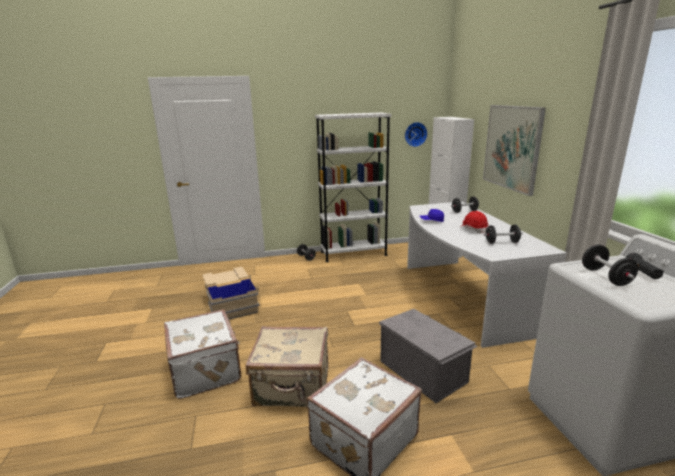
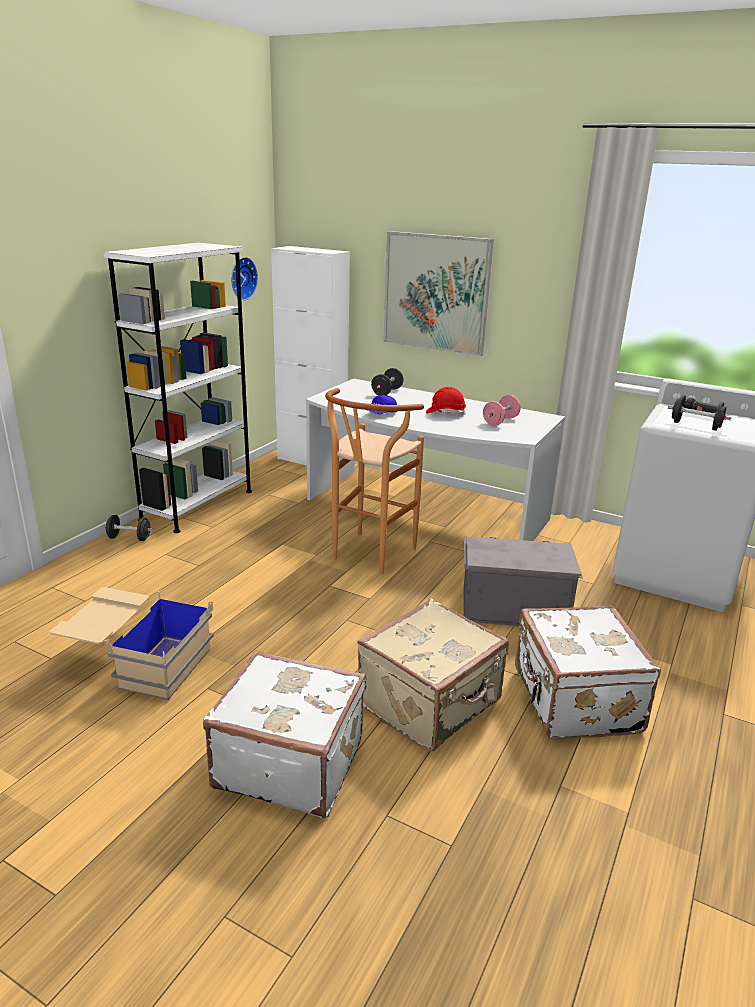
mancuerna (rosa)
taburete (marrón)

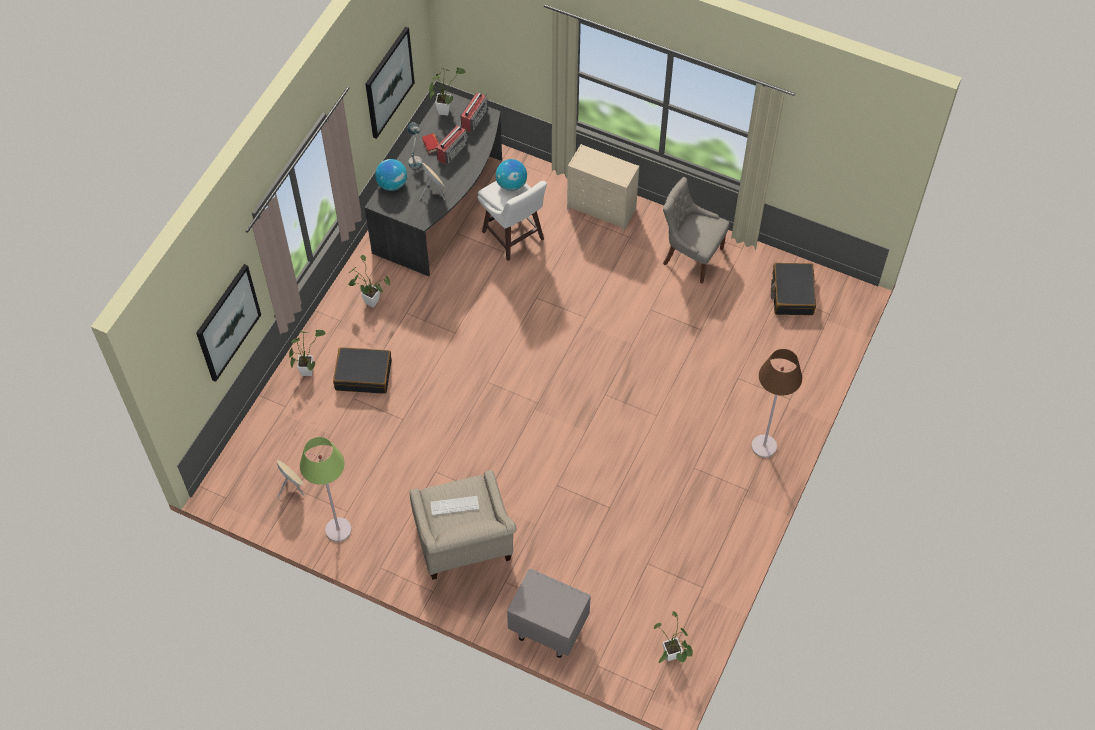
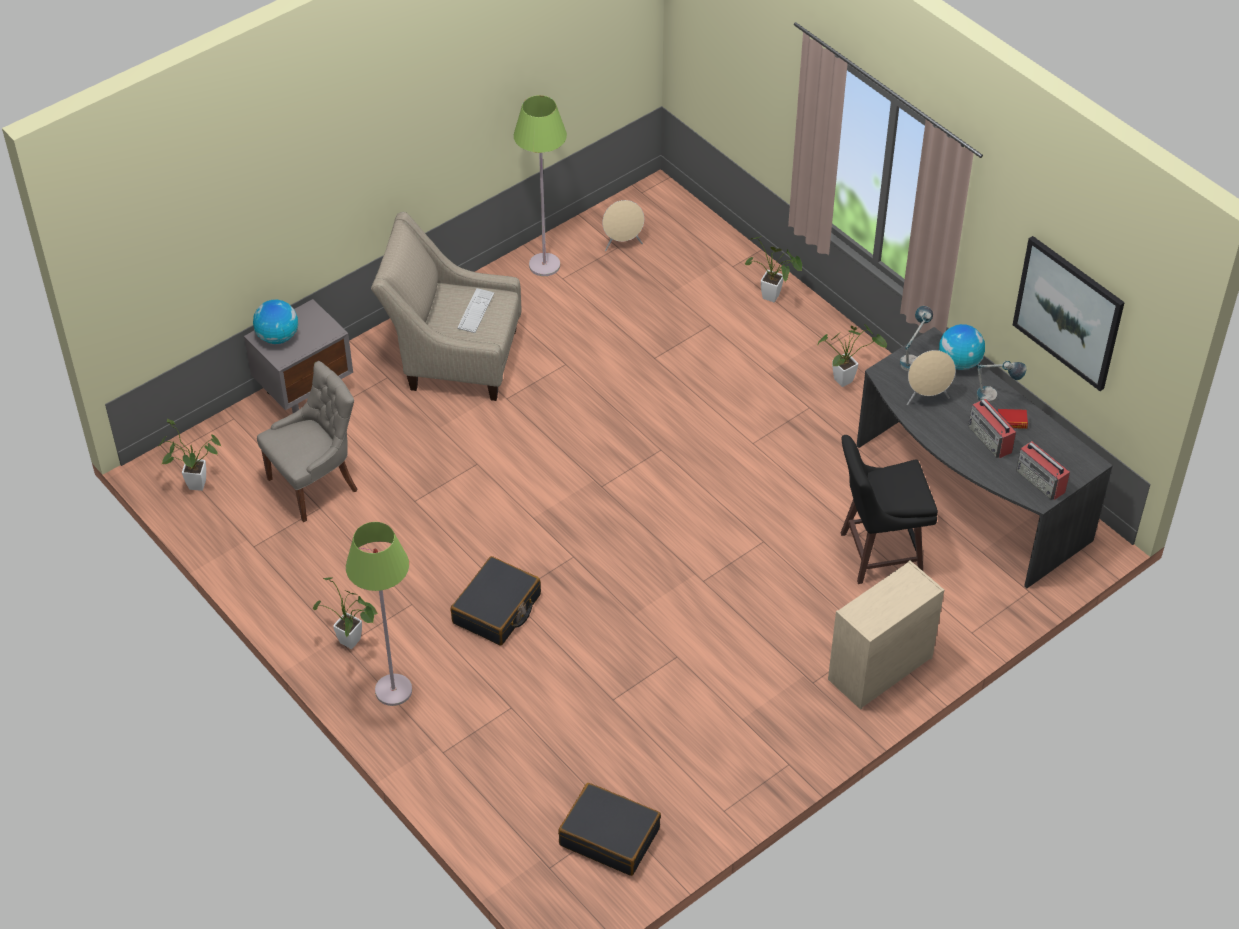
planta en maceta (no. 2 from left)
globo terráqueo (no. 1 from left)
silla (gris)
taburete (negro)
cuadro (no. 1 from left in the first image)
maleta (negro) (no. 1 from left)
lámpara de pie (verde) (no. 1 from left)
lámpara de mesa (no. 1 from left)

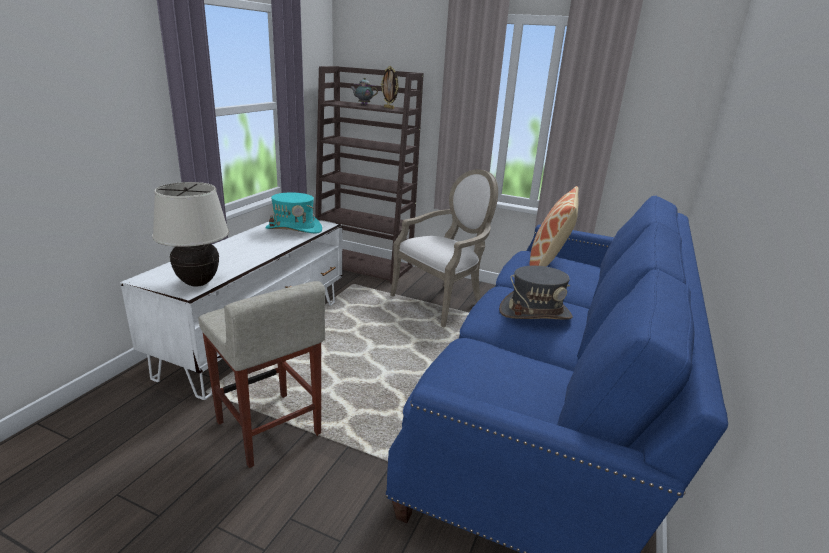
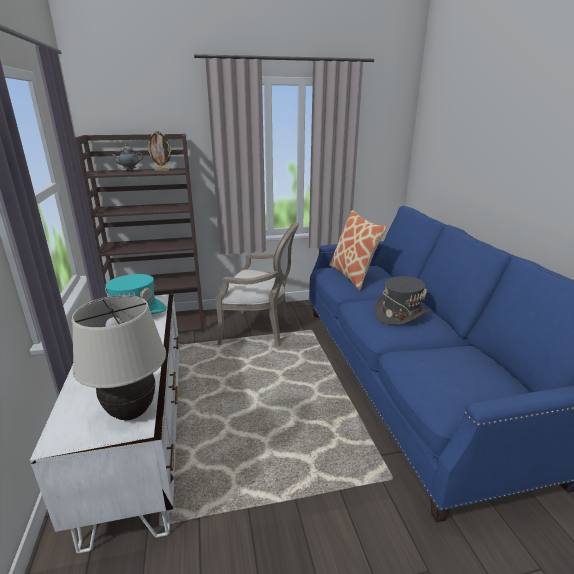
sillón
taburete (beis)

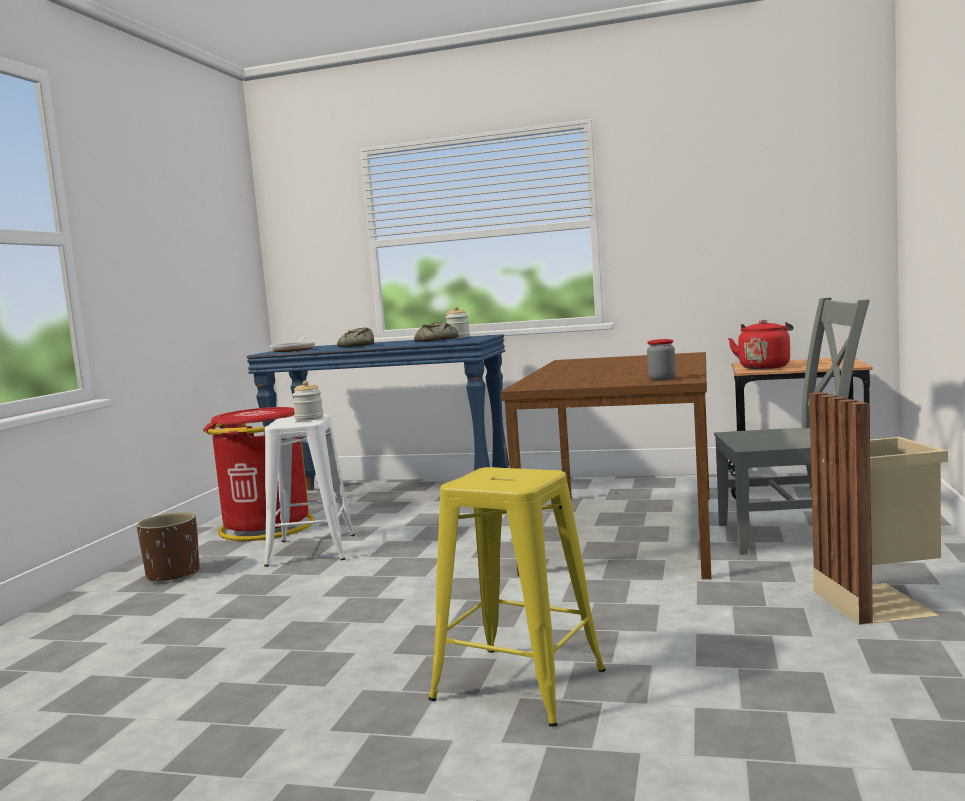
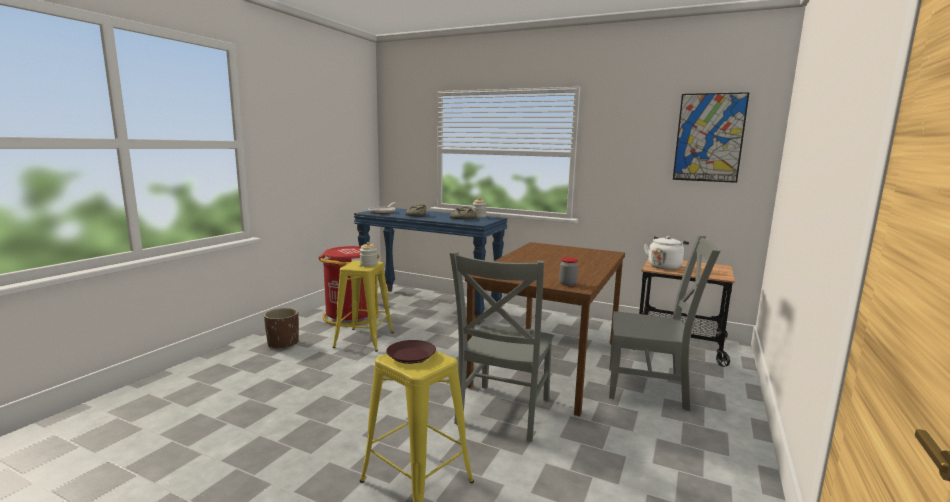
hervidor (blanco)
papelera (beis)
taburete (amarillo) (no. 1 from left)
cuadro
silla (gris) (no. 1 from left)
plato (marrón)

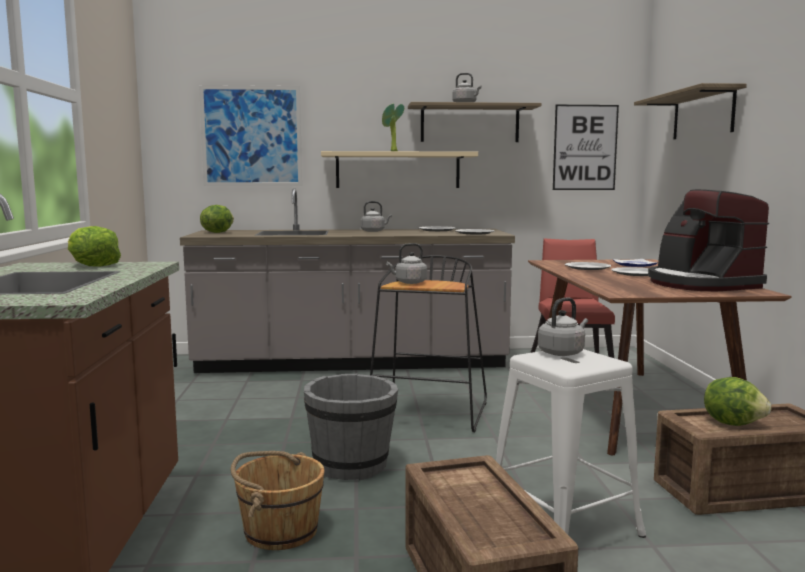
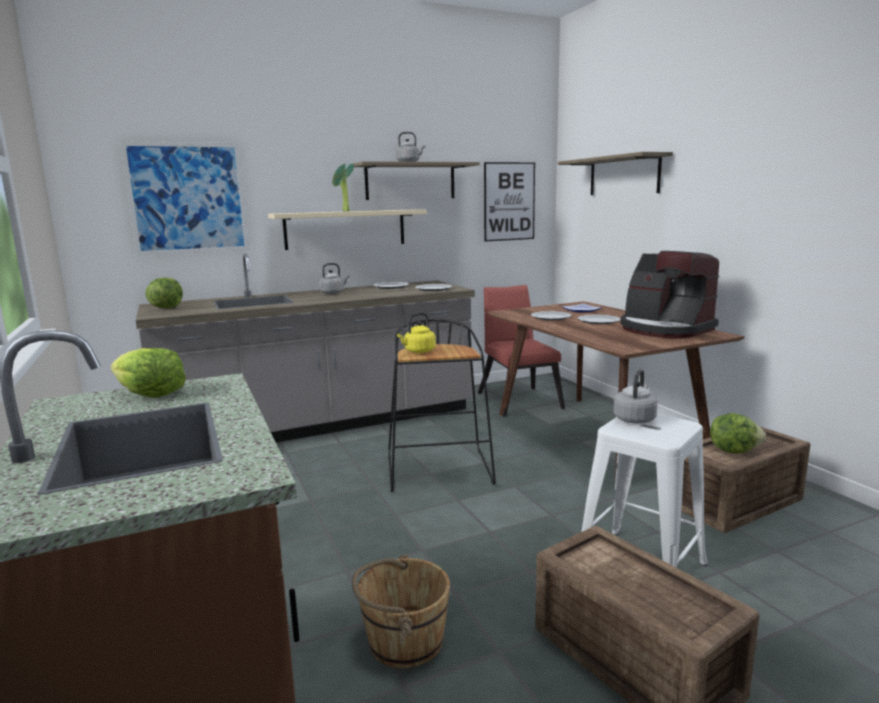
hervidor (amarillo)
cubo (gris)

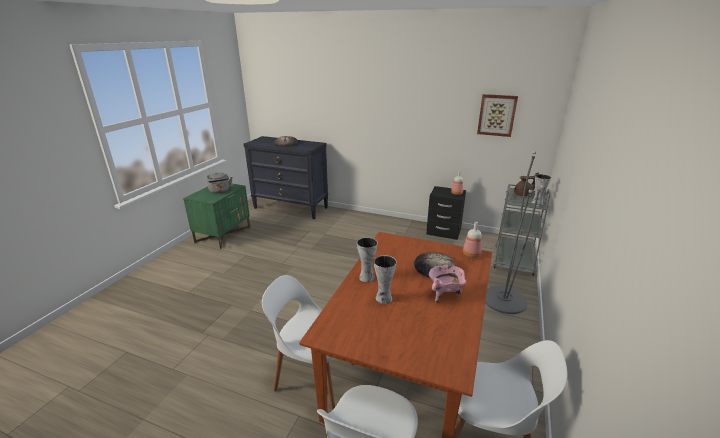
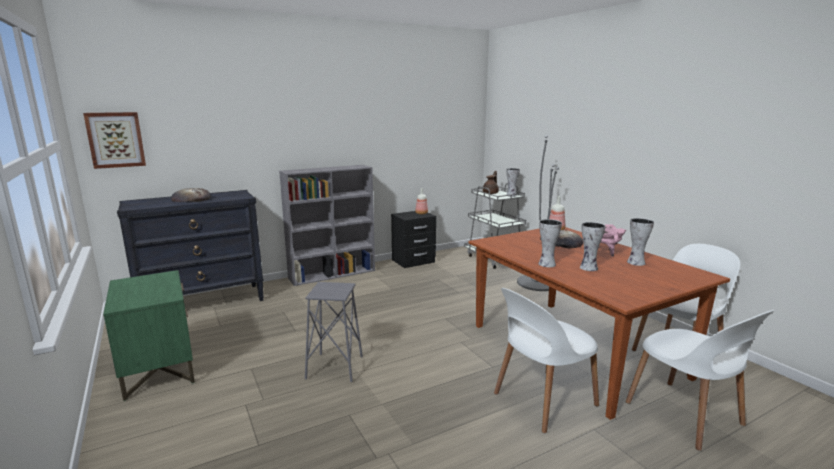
cuadro
hervidor (gris)
estantería (gris)
florero (no. 4 from left)
taburete (gris)

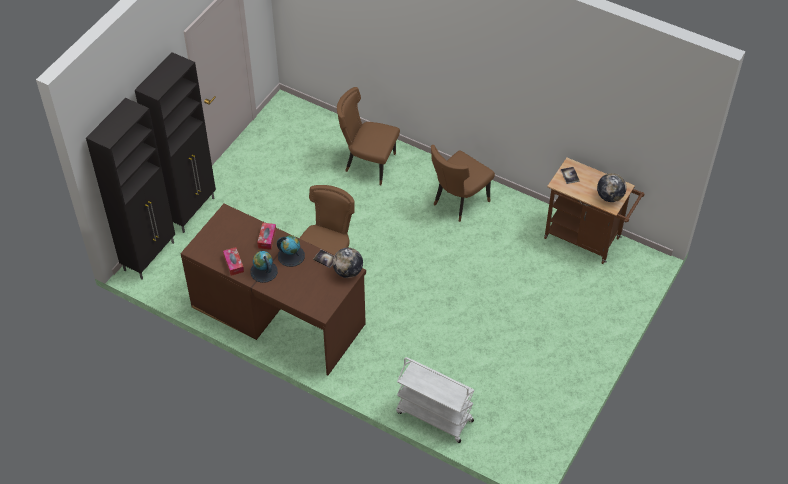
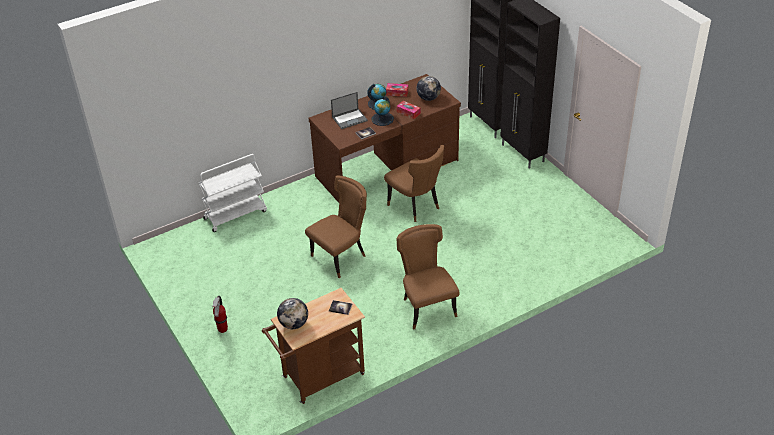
silla (marrón) (no. 1 from left)
globo terráqueo (no. 4 from left)
portátil
extintor

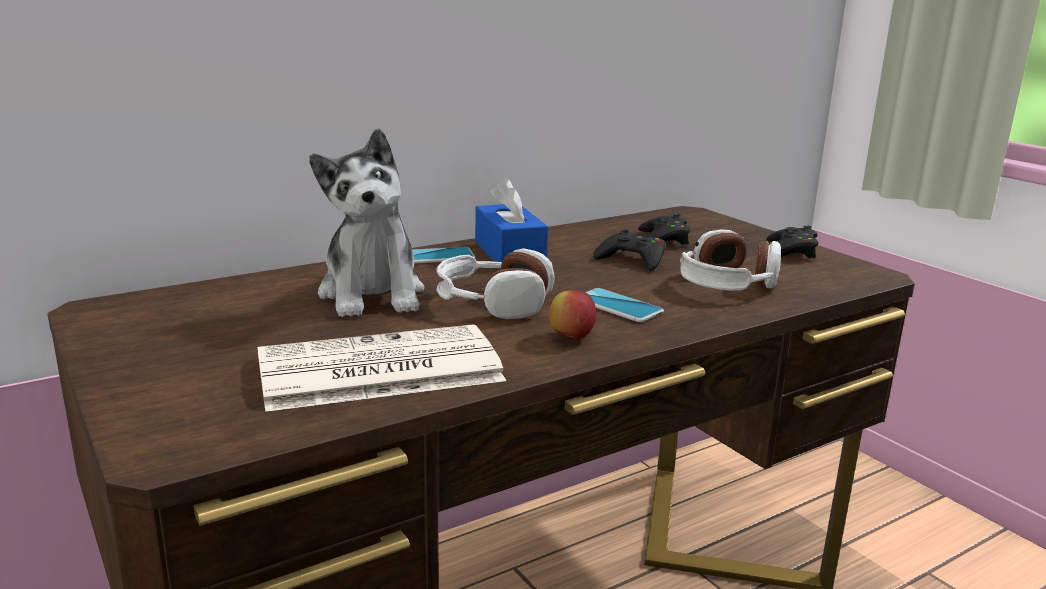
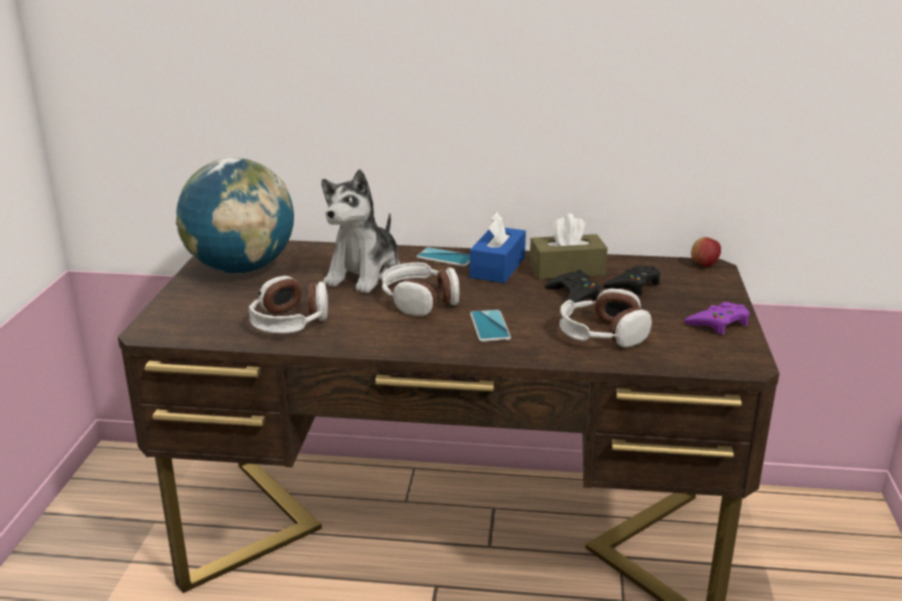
mando de consola (morado)
manzana
auriculares (no. 1 from left)
globo terráqueo
caja de pañuelos (marrón)

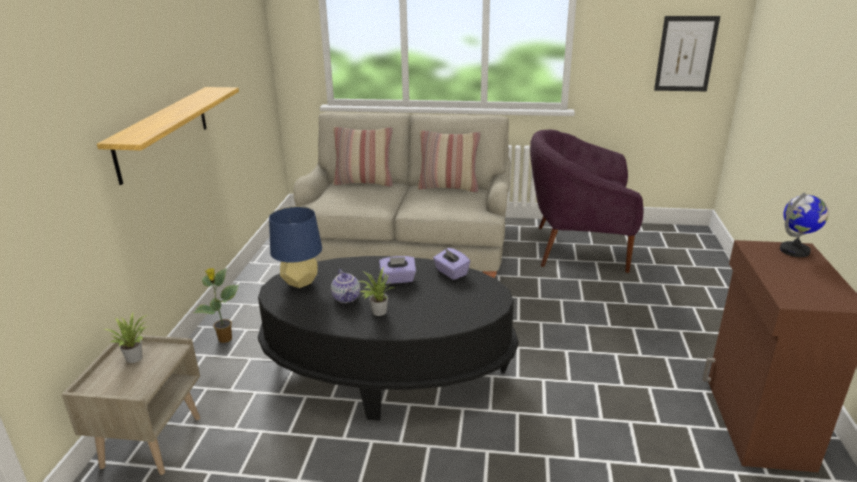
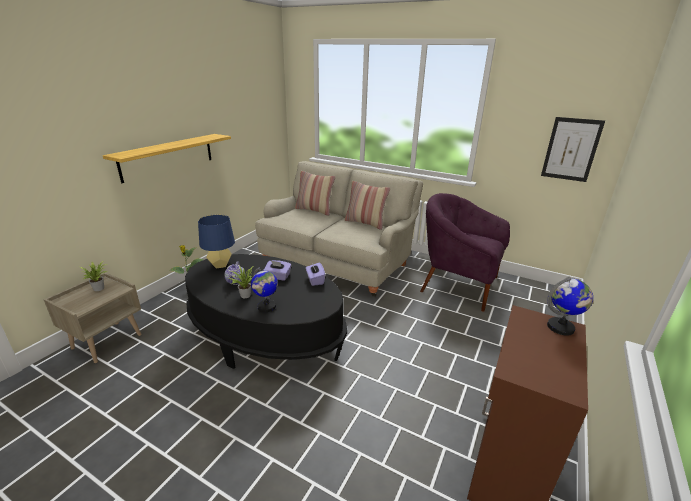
globo terráqueo (no. 1 from left)

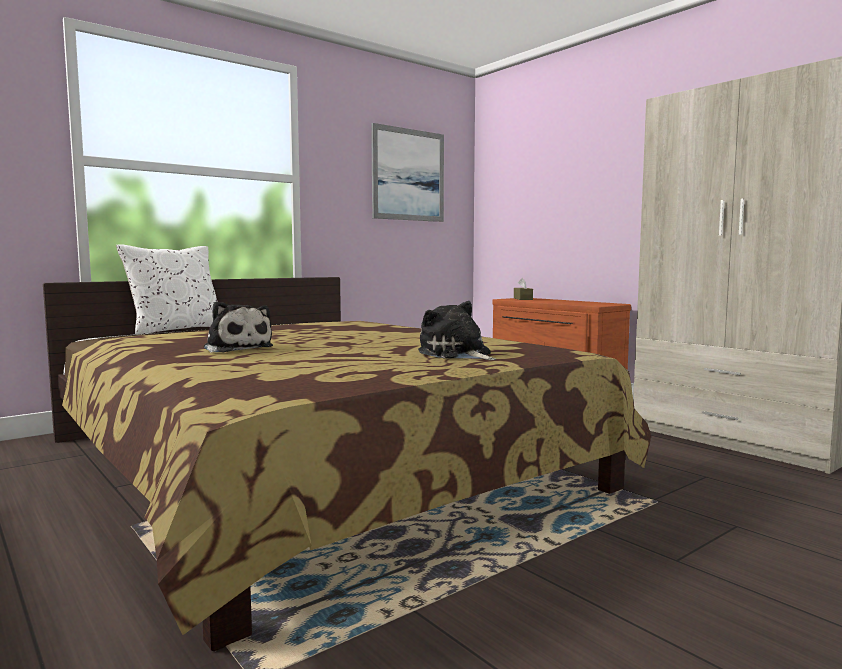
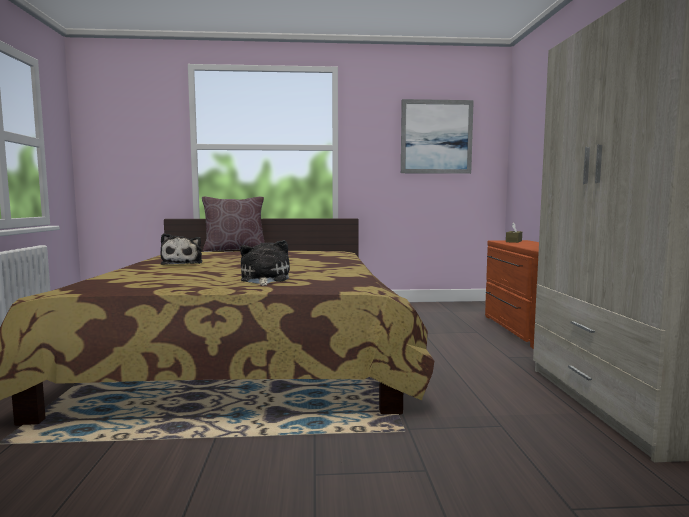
cojín (marrón)

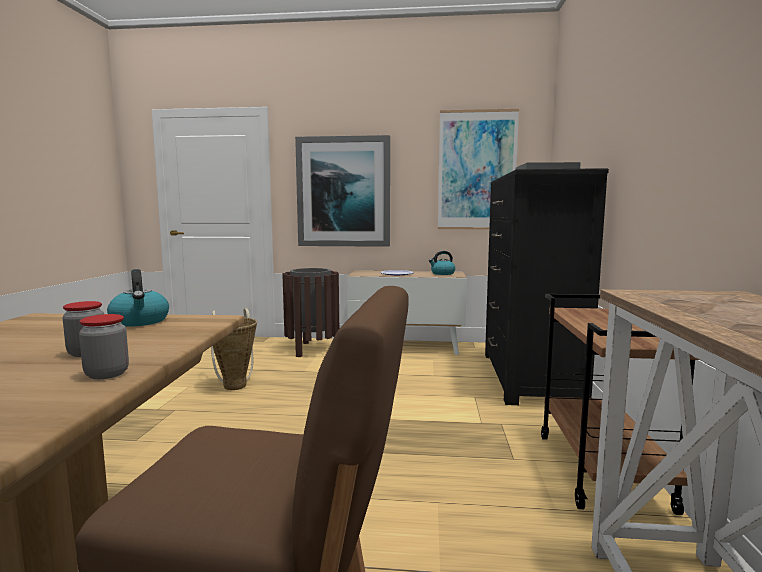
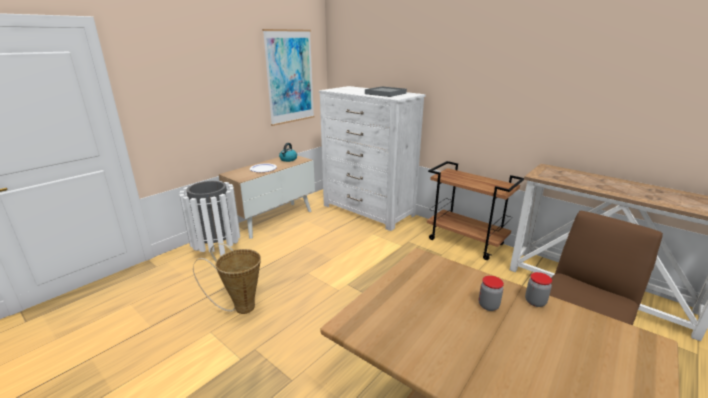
cuadro (no. 1 from left in the first image)
cómoda (blanco)
papelera (blanco)
hervidor (no. 1 from left in the first image)

